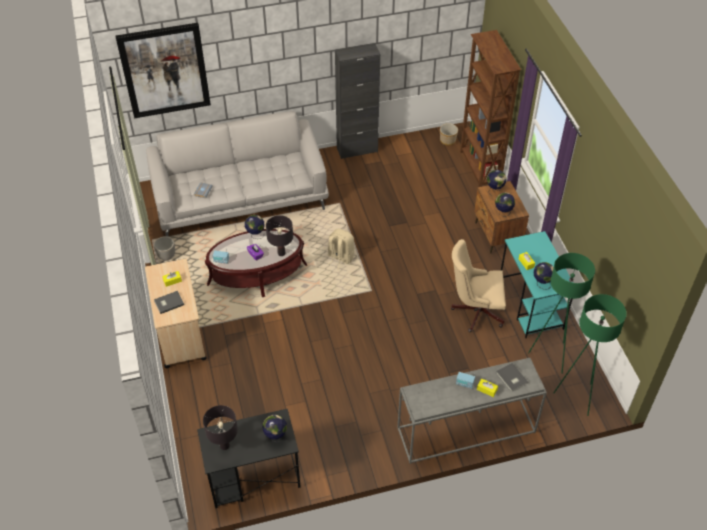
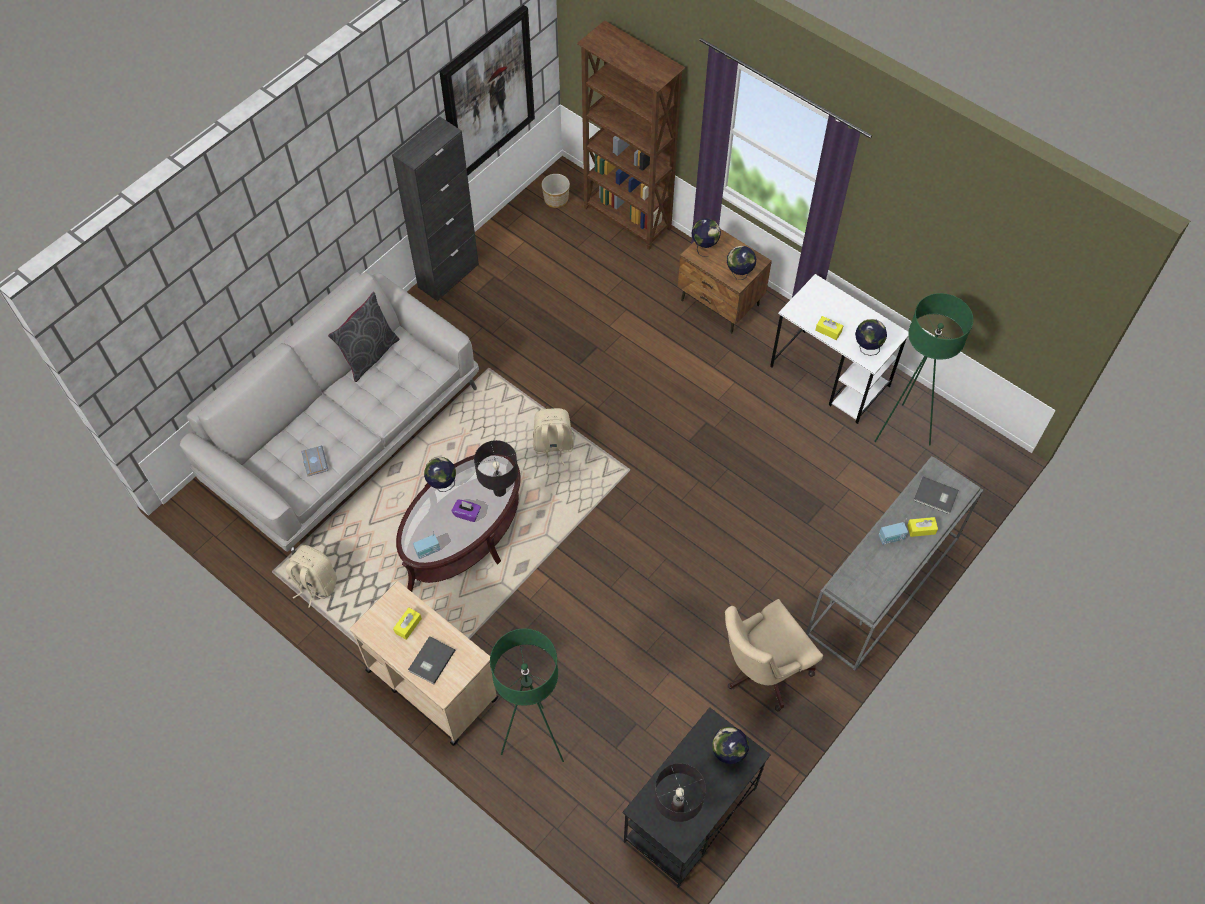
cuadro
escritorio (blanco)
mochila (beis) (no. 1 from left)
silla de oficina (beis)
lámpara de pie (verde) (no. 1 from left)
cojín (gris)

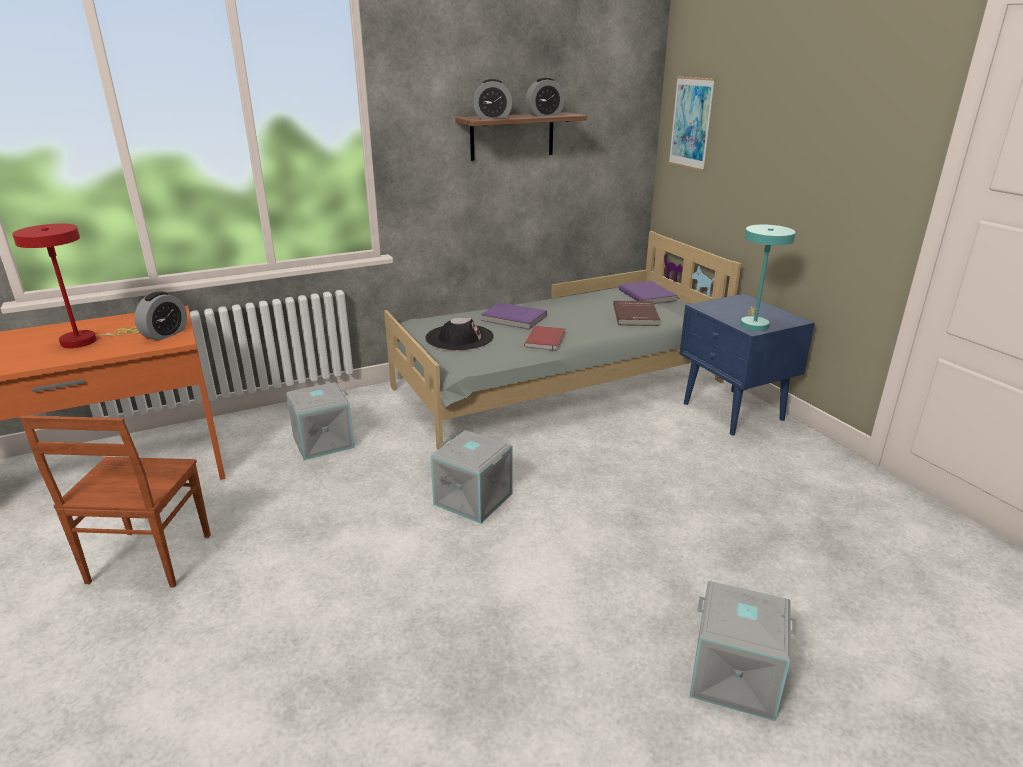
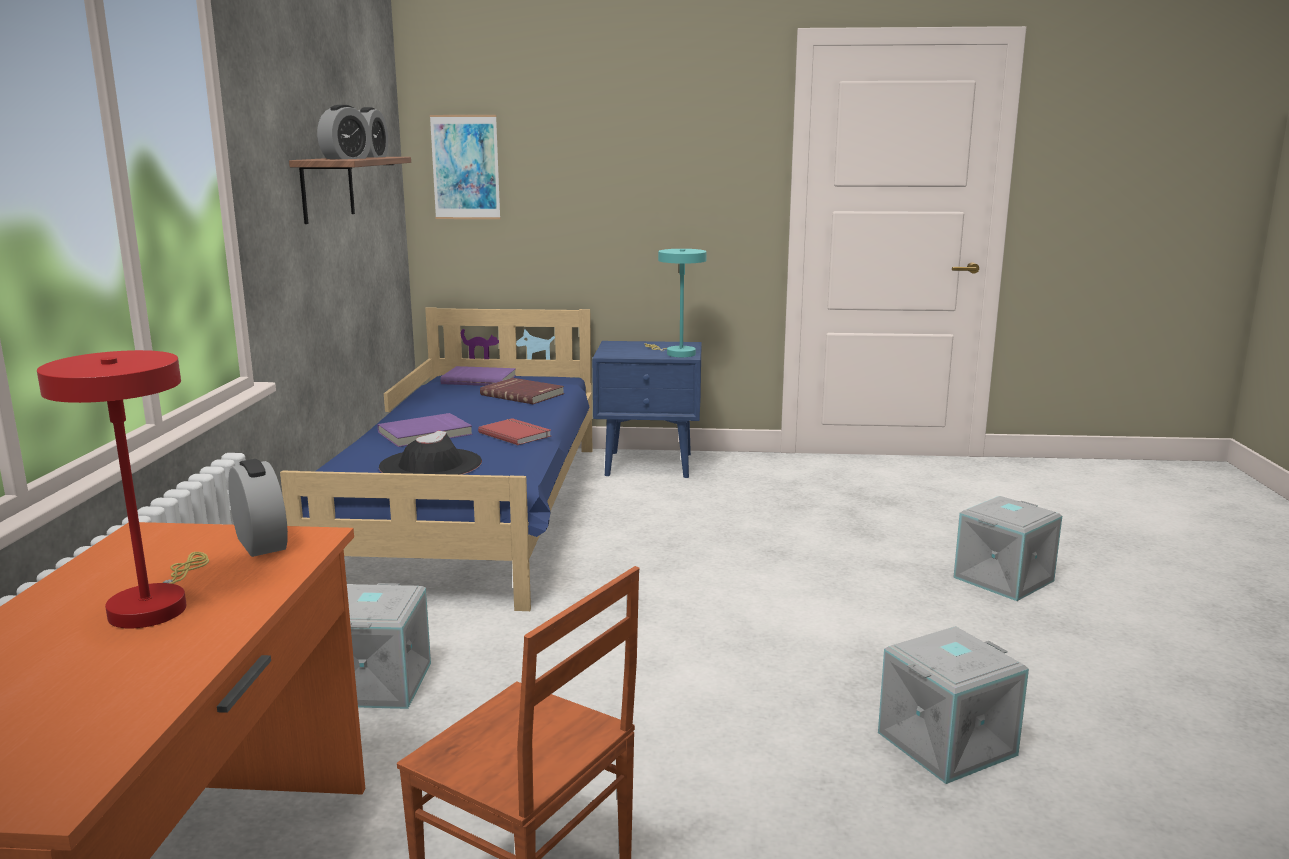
cama (azul)
caja de almacenaje (gris) (no. 2 from left)

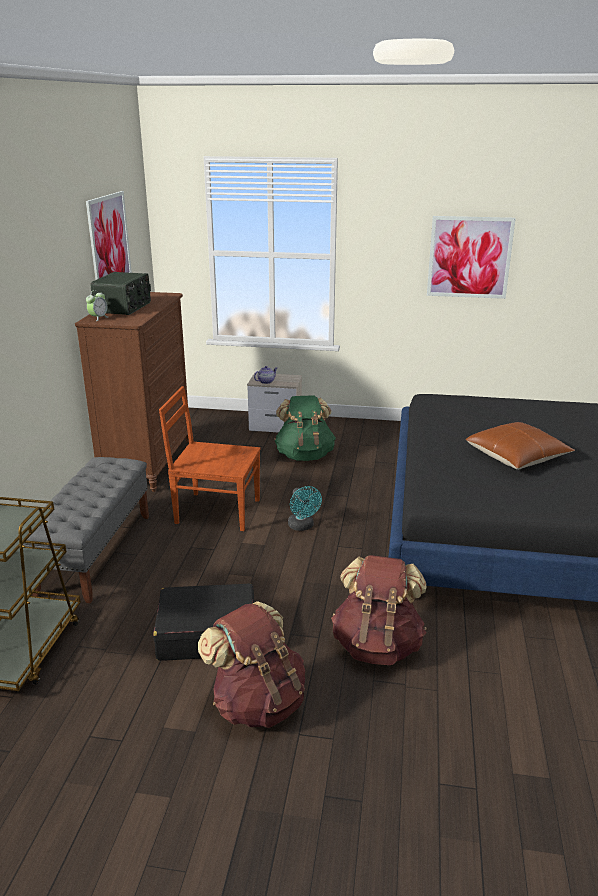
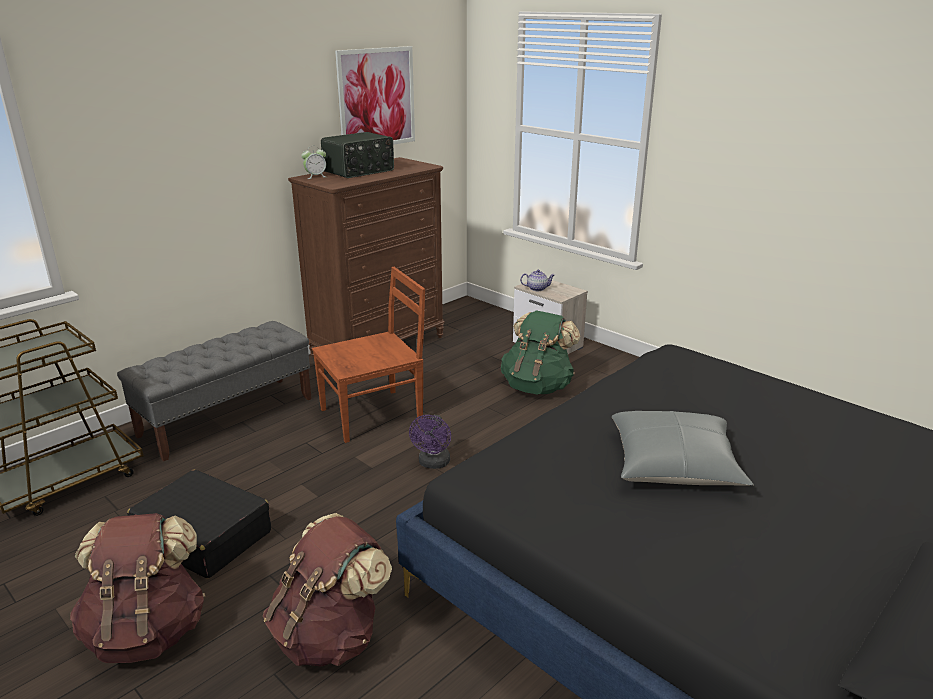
cuadro (no. 2 from left in the first image)
silla (marrón)
cojín (gris)
ventilador (morado)

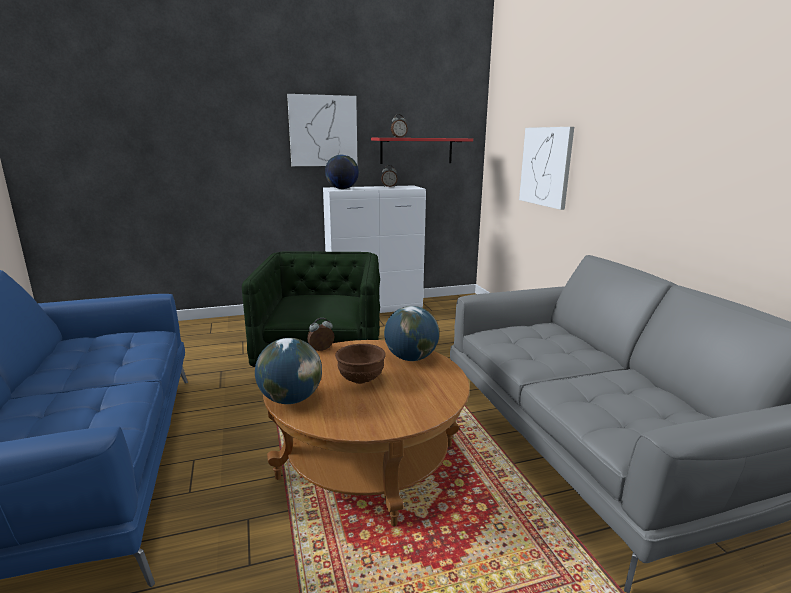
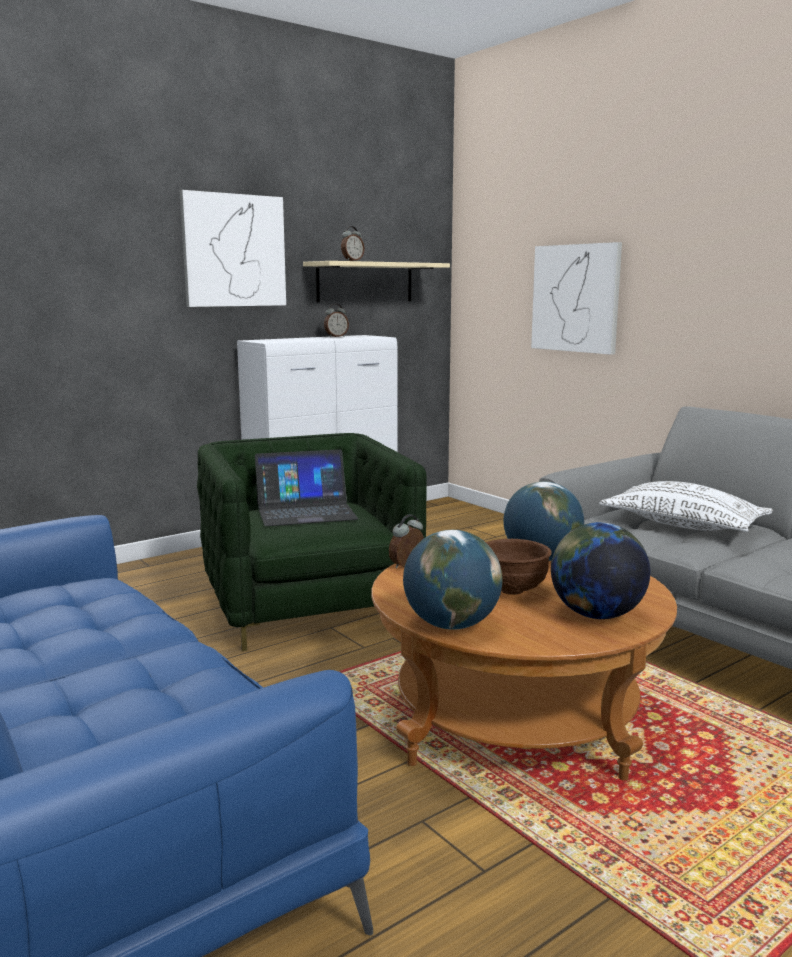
estante (beis)
globo terráqueo (no. 3 from left)
portátil
cojín (blanco)

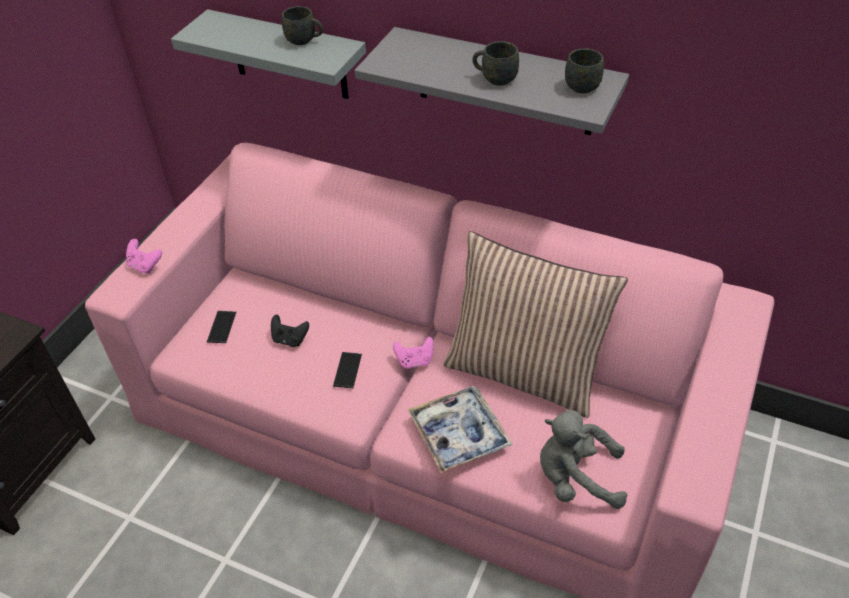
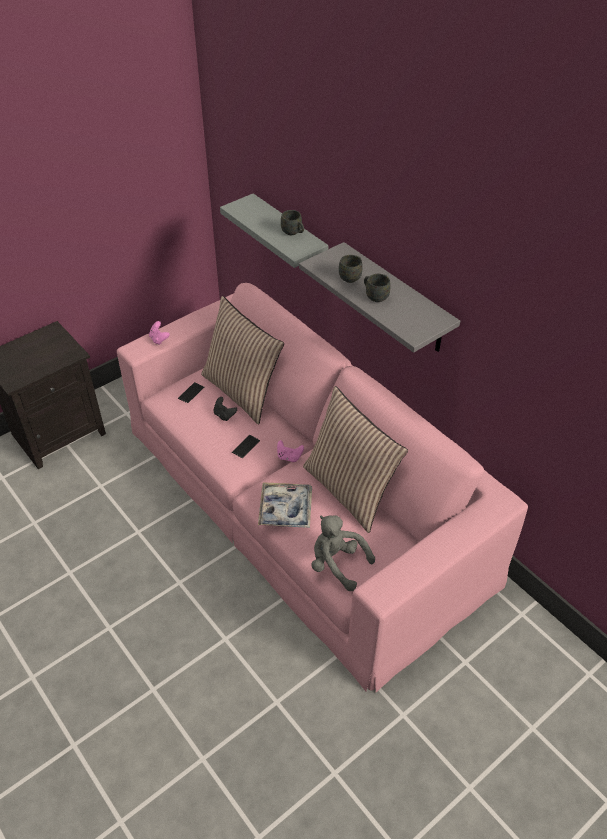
taza grande (gris) (no. 2 from left)
cojín (no. 1 from left)

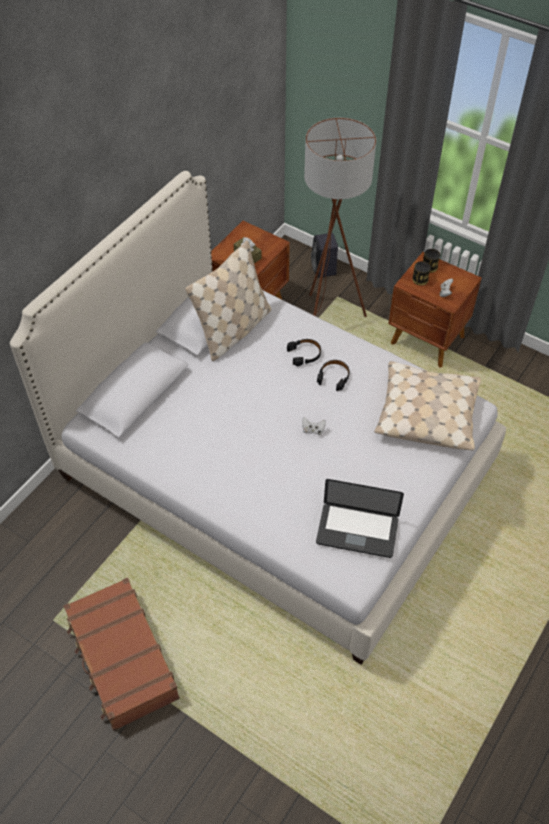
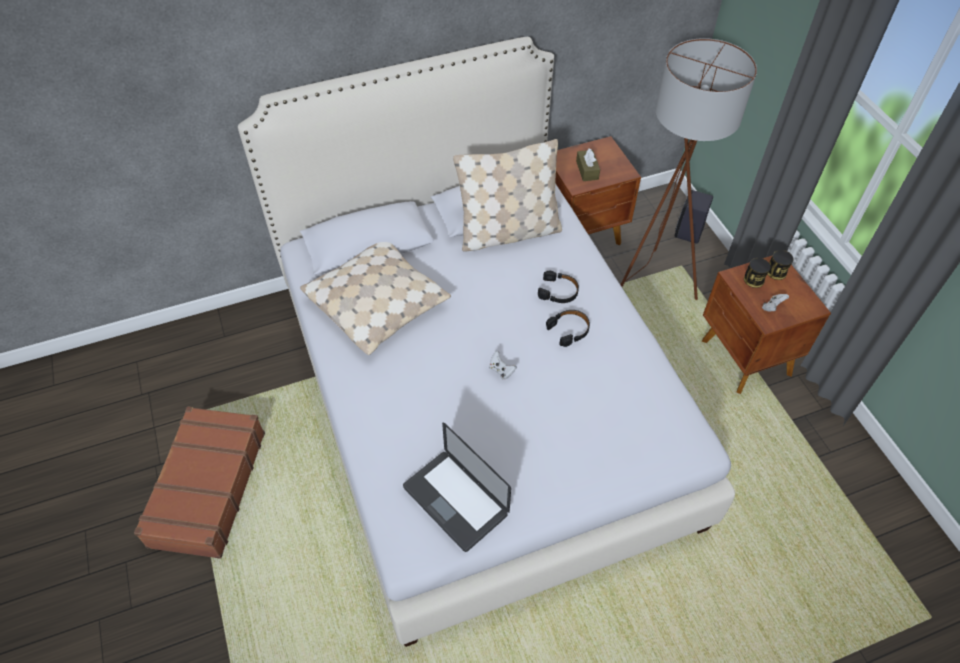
cojín (beis) (no. 1 from left)

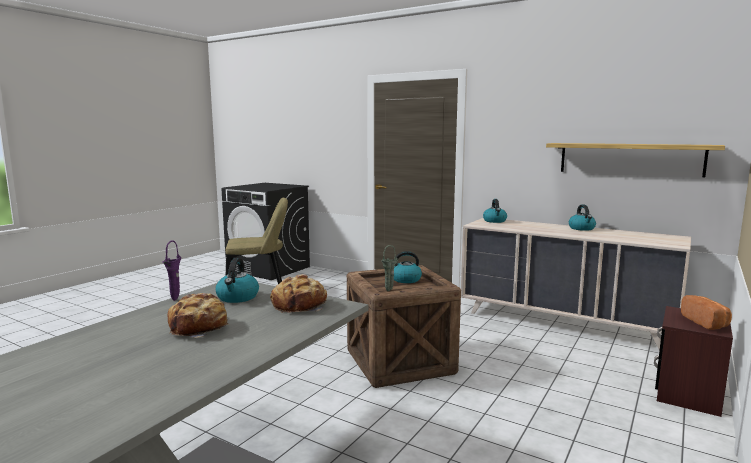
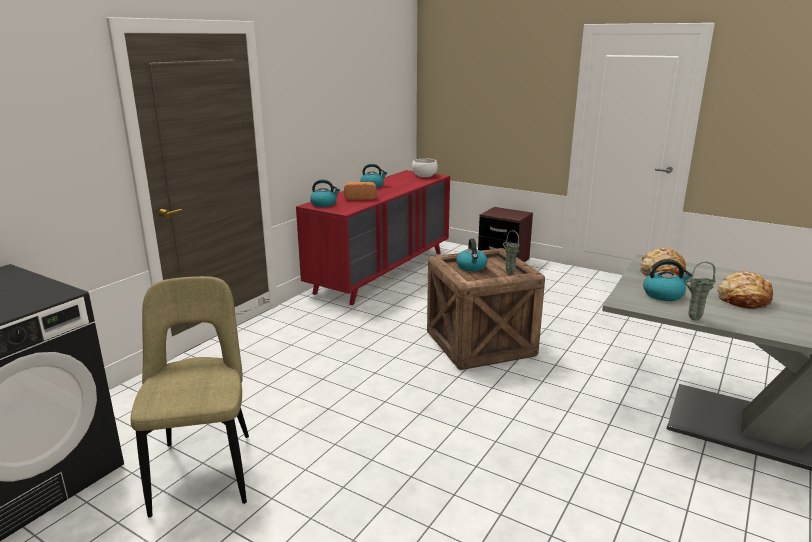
estante
cómoda (rojo)
florero (verde) (no. 2 from left)
pan (no. 1 from left)
cuenco (blanco)

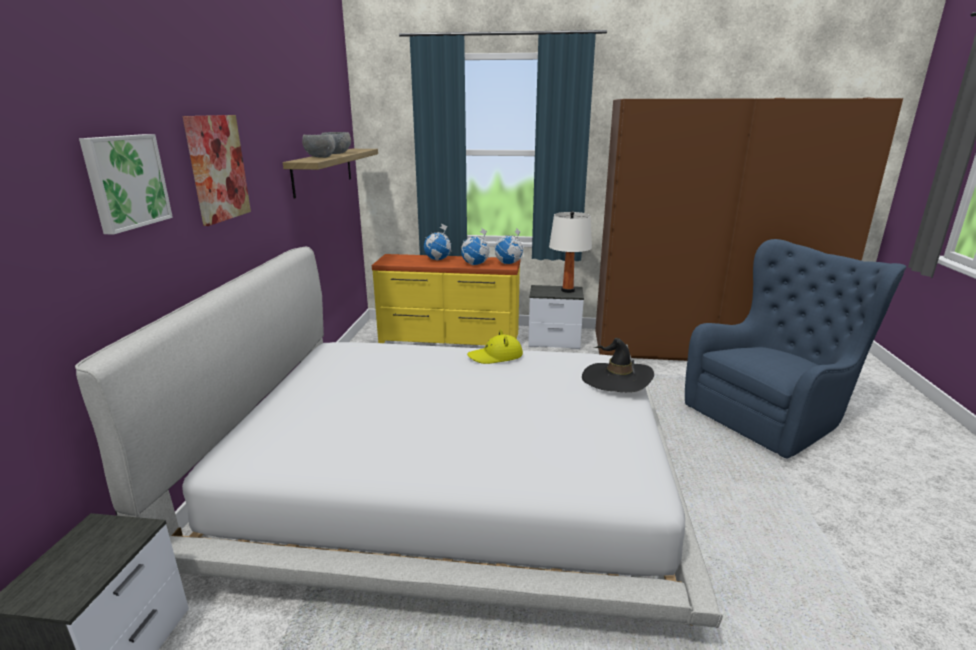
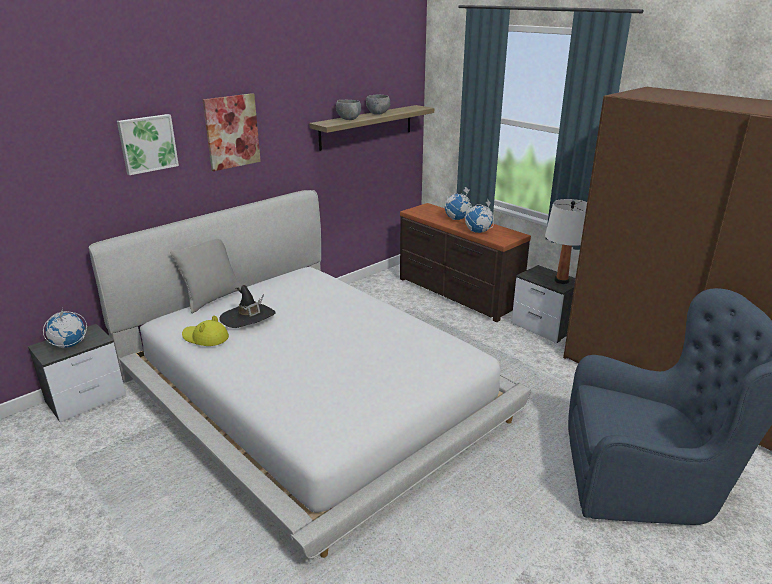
globo terráqueo (no. 1 from left)
cómoda (marrón)
sombrero (amarillo)
sombrero (negro)
cojín (gris)

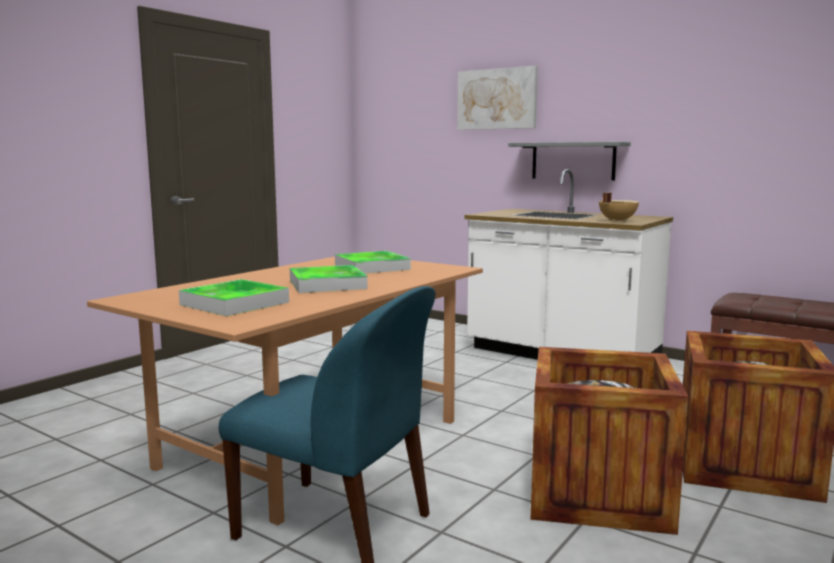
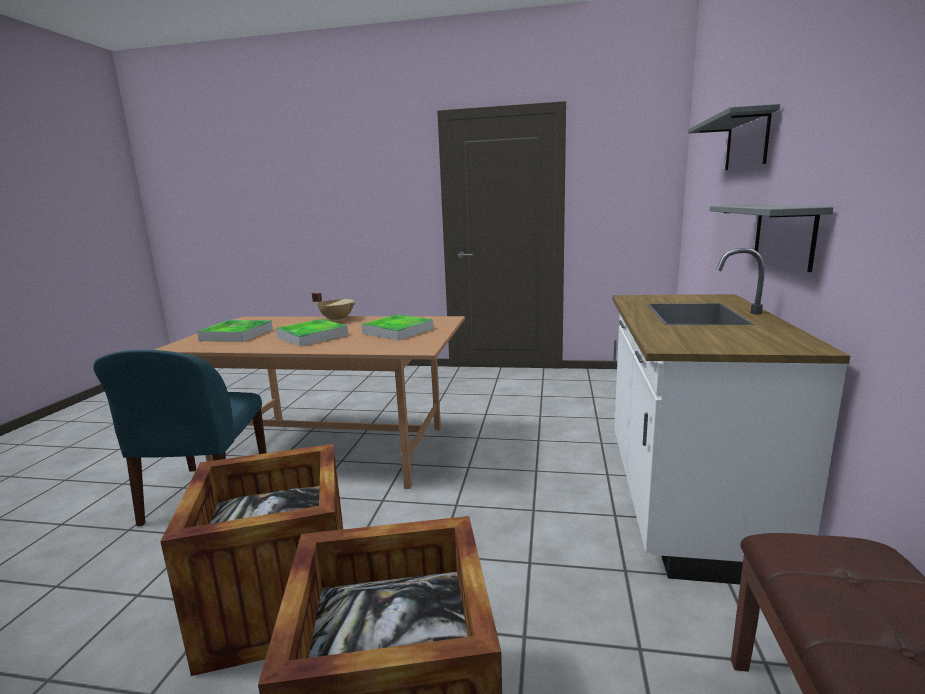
estante (gris) (no. 1 from left)
olla (beis)

